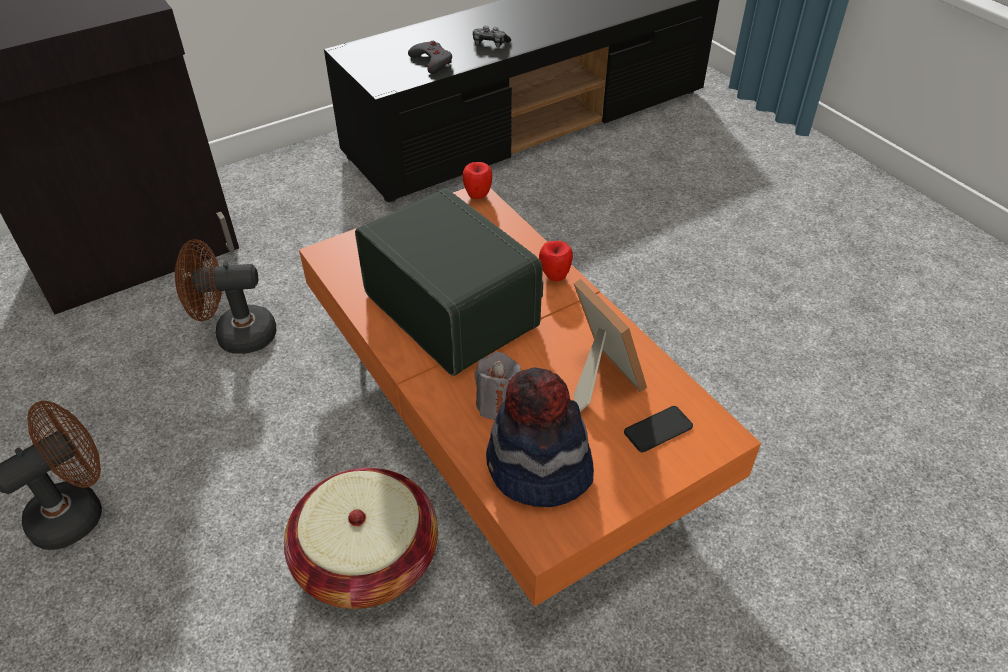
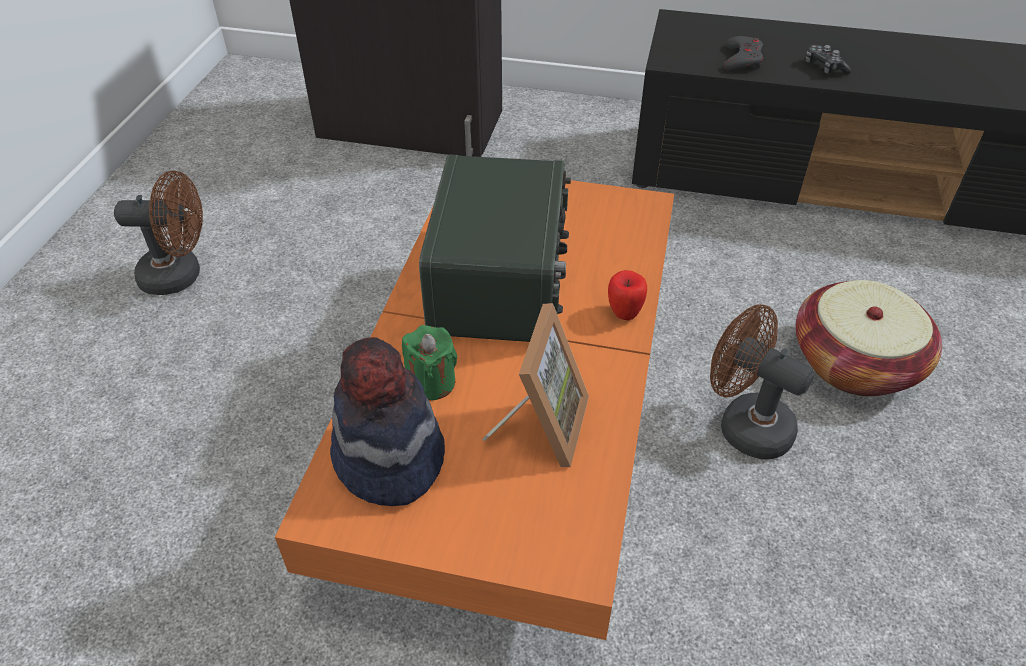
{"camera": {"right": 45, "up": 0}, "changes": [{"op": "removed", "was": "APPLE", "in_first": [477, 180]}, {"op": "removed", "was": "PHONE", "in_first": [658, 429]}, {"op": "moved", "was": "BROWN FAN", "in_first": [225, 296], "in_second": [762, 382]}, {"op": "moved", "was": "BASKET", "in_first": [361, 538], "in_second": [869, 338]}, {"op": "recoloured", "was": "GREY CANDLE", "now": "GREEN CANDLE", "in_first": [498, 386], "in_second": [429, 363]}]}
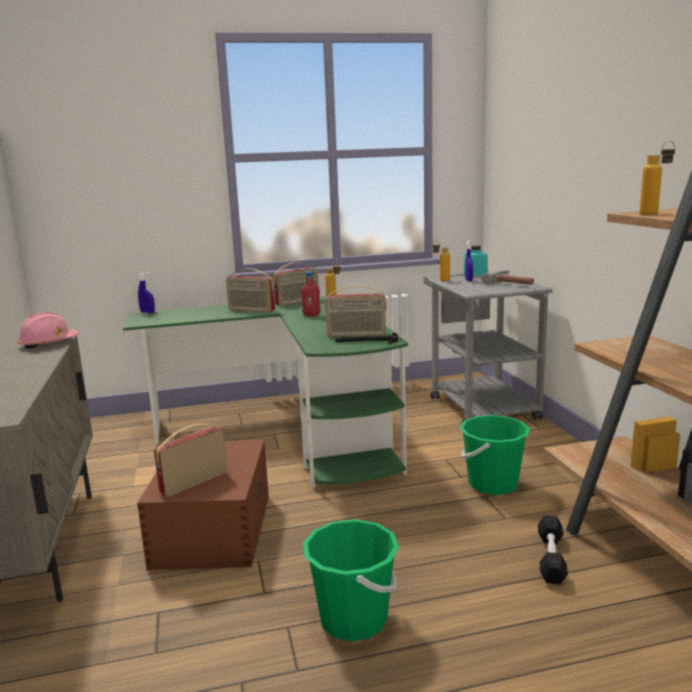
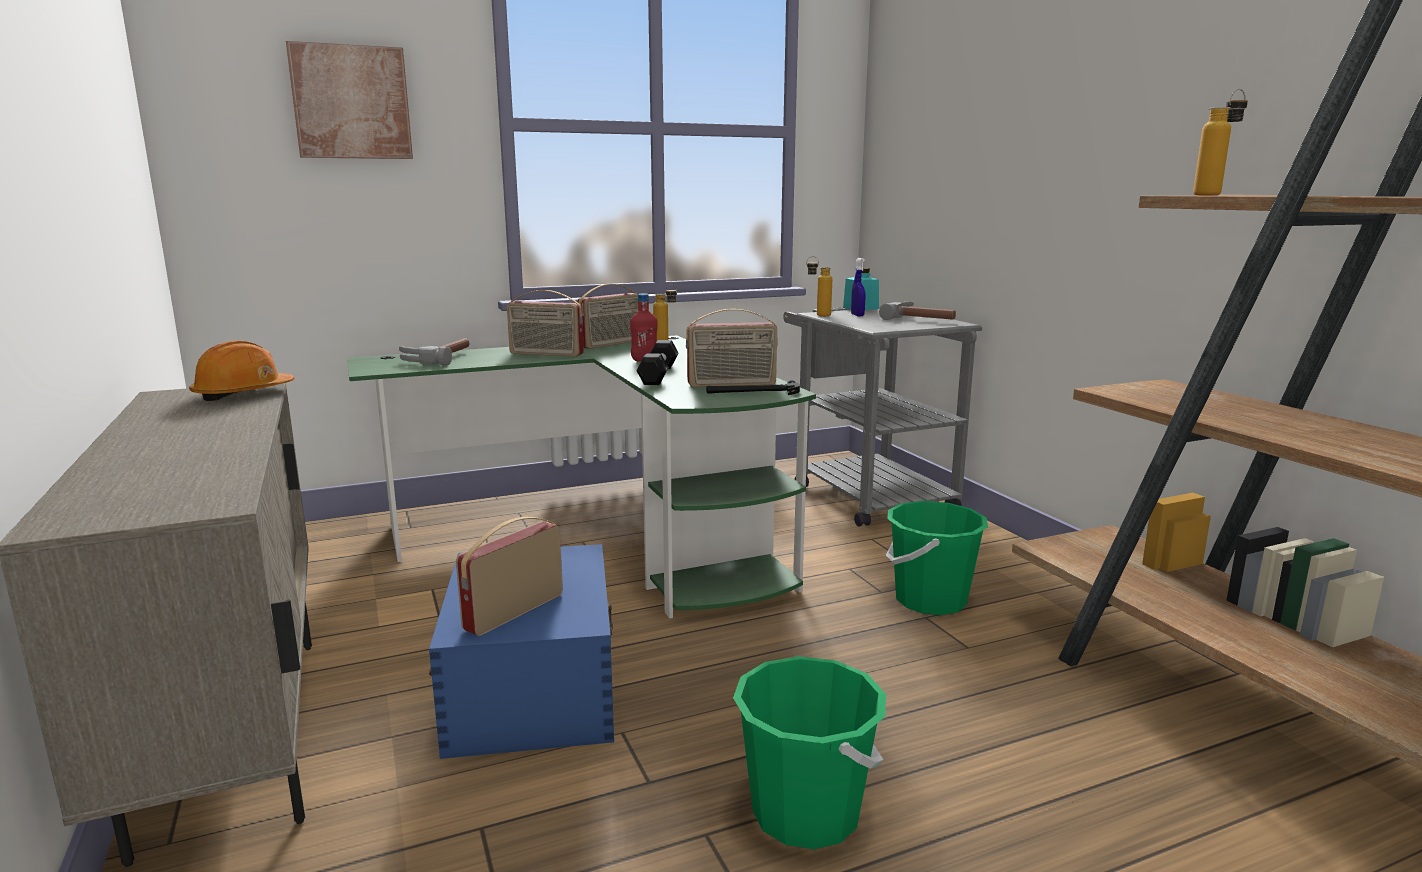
{"camera": {"right": -10, "up": 0}, "changes": [{"op": "removed", "was": "BLUE SPRAY BOTTLE", "in_first": [146, 292]}, {"op": "added", "now": "PICTURE", "in_second": [349, 100]}, {"op": "added", "now": "HAMMER", "in_second": [434, 351]}, {"op": "moved", "was": "BLACK DUMBBELL", "in_first": [553, 550], "in_second": [657, 362]}, {"op": "recoloured", "was": "PINK HARD HAT", "now": "ORANGE HARD HAT", "in_first": [48, 330], "in_second": [242, 370]}, {"op": "recoloured", "was": "BROWN STORAGE BOX", "now": "BLUE STORAGE BOX", "in_first": [203, 505], "in_second": [521, 651]}]}
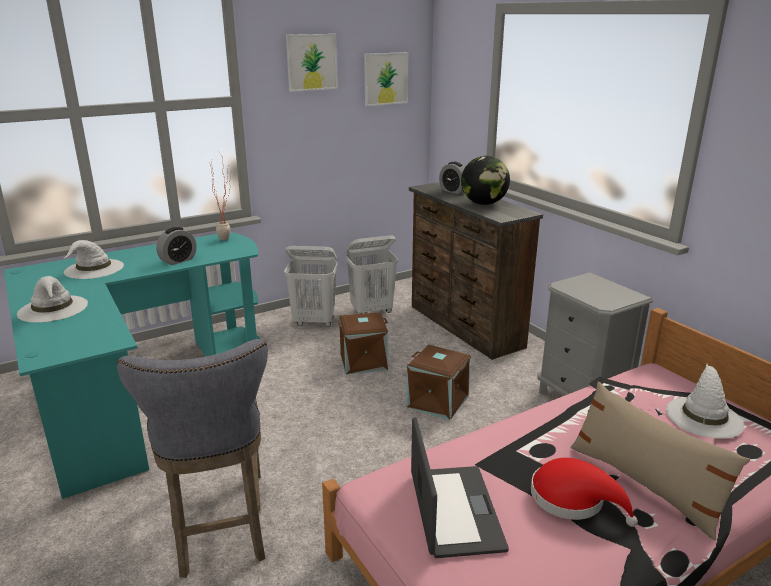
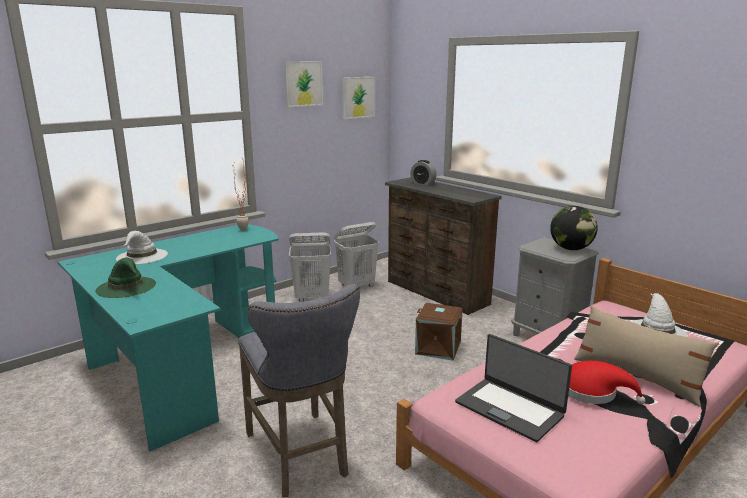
{"camera": {"right": -10, "up": -5}, "changes": [{"op": "removed", "was": "ALARM CLOCK", "in_first": [176, 246]}, {"op": "removed", "was": "BROWN STORAGE BOX", "in_first": [363, 343]}, {"op": "moved", "was": "GLOBE", "in_first": [485, 180], "in_second": [574, 228]}, {"op": "recoloured", "was": "WHITE HAT", "now": "GREEN HAT", "in_first": [52, 299], "in_second": [125, 277]}, {"op": "turned", "was": "LAPTOP", "in_first": [460, 487], "in_second": [513, 388], "clockwise": 150}]}
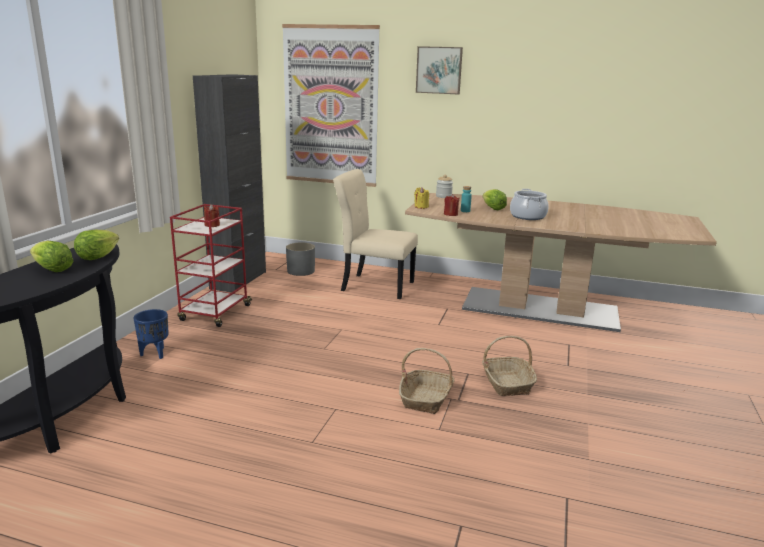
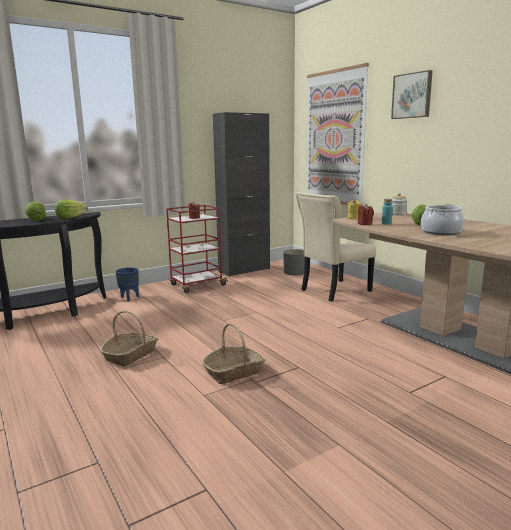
{"camera": {"right": 40, "up": -5}, "changes": [{"op": "moved", "was": "BASKET", "in_first": [509, 366], "in_second": [129, 338]}, {"op": "turned", "was": "BEIGE CHAIR", "in_first": [375, 234], "in_second": [336, 247], "clockwise": -90}]}
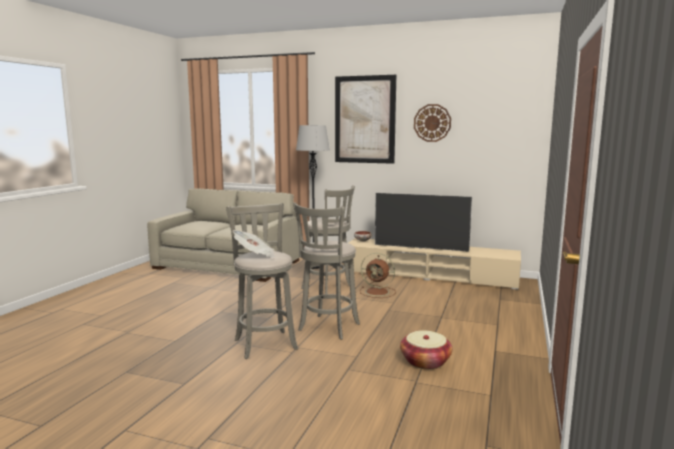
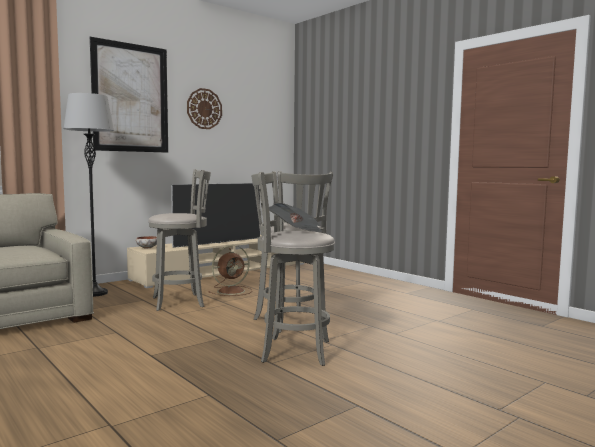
{"camera": {"right": -60, "up": -5}, "changes": [{"op": "removed", "was": "BASKET", "in_first": [426, 350]}]}
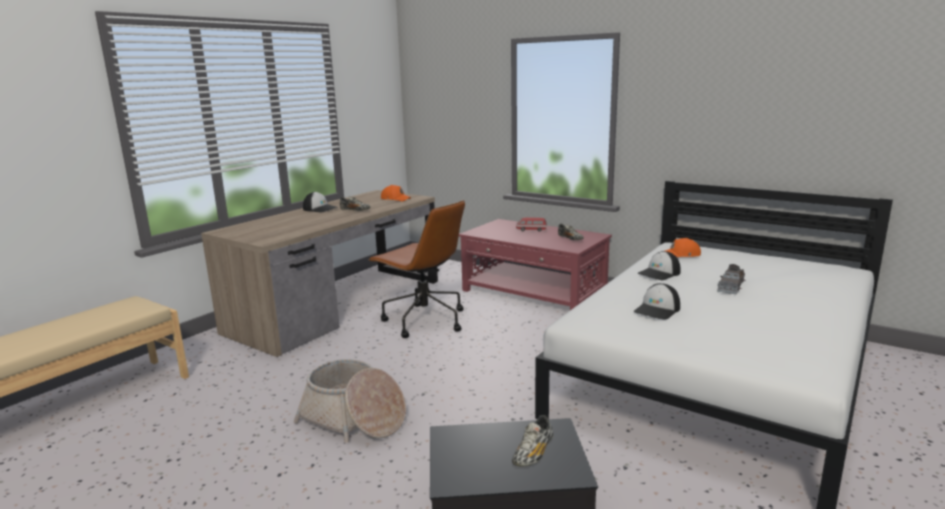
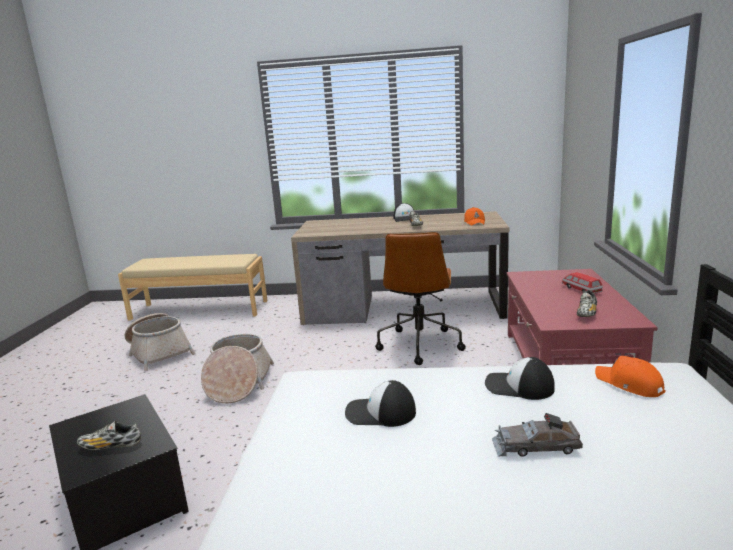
{"camera": {"right": 60, "up": 0}, "changes": [{"op": "added", "now": "BASKET", "in_second": [160, 342]}]}
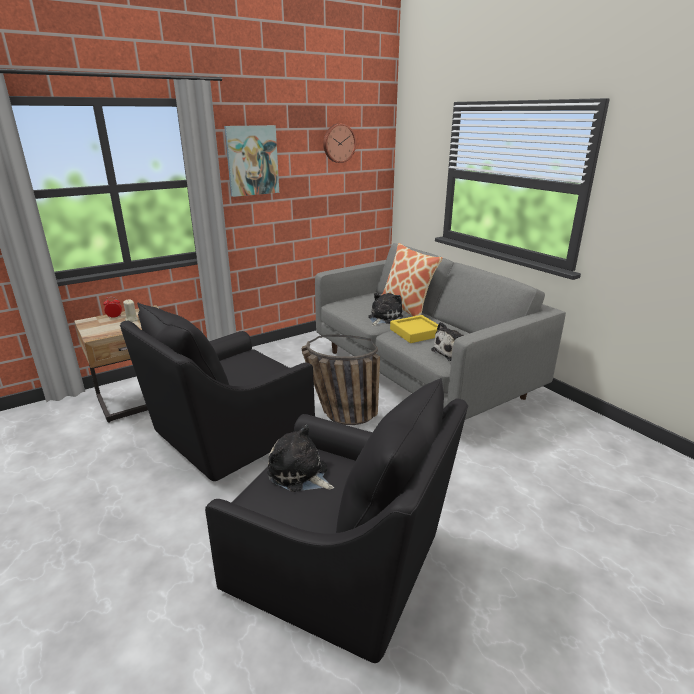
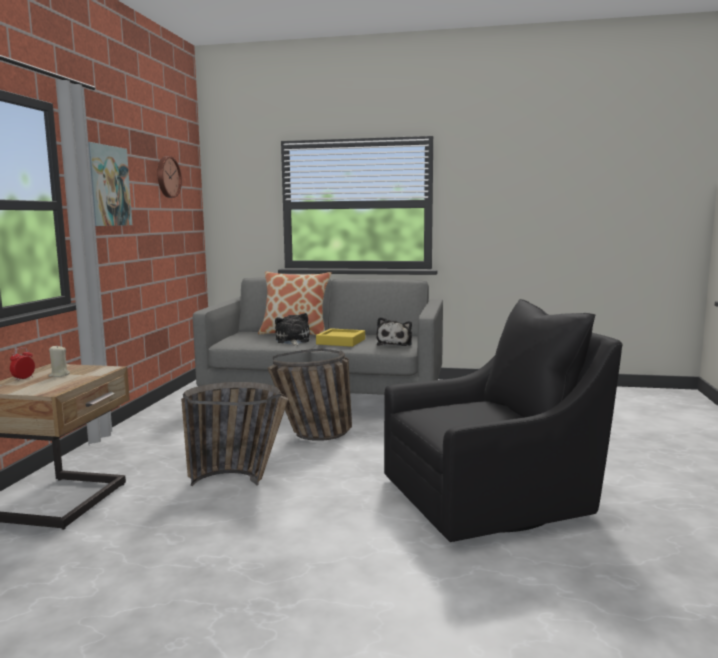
{"camera": {"right": -45, "up": -15}, "changes": [{"op": "removed", "was": "PLUSH TOY", "in_first": [300, 458]}, {"op": "replaced", "was": "BLACK ARMCHAIR", "now": "BASKET", "in_first": [217, 392], "in_second": [234, 434]}]}
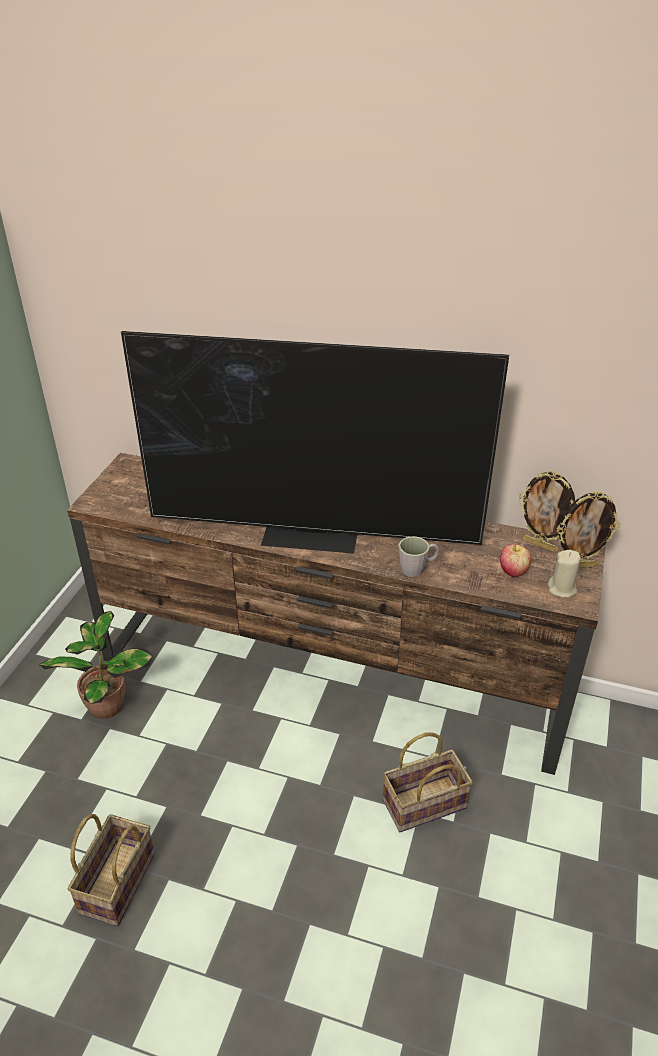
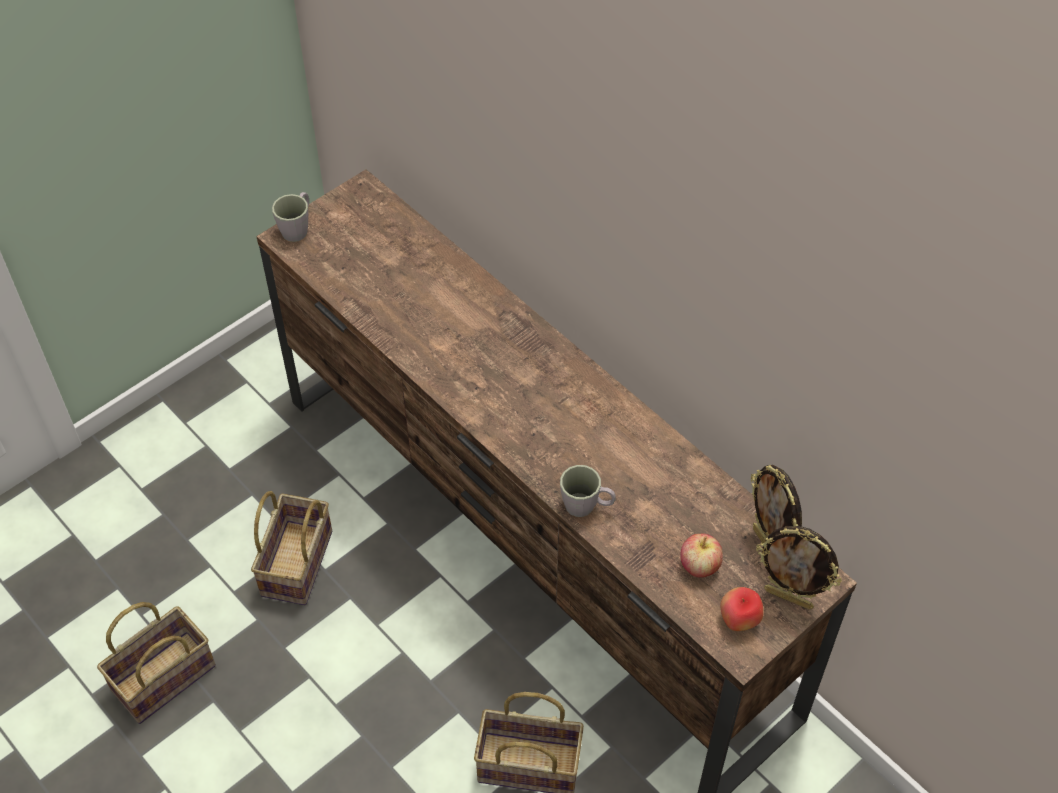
{"camera": {"right": 30, "up": 15}, "changes": [{"op": "removed", "was": "POTTED PLANT", "in_first": [96, 665]}, {"op": "removed", "was": "TELEVISION", "in_first": [315, 442]}, {"op": "added", "now": "BASKET", "in_second": [291, 548]}, {"op": "added", "now": "GREY MUG", "in_second": [290, 217]}, {"op": "replaced", "was": "BEIGE CANDLE", "now": "APPLE", "in_first": [564, 574], "in_second": [742, 609]}]}
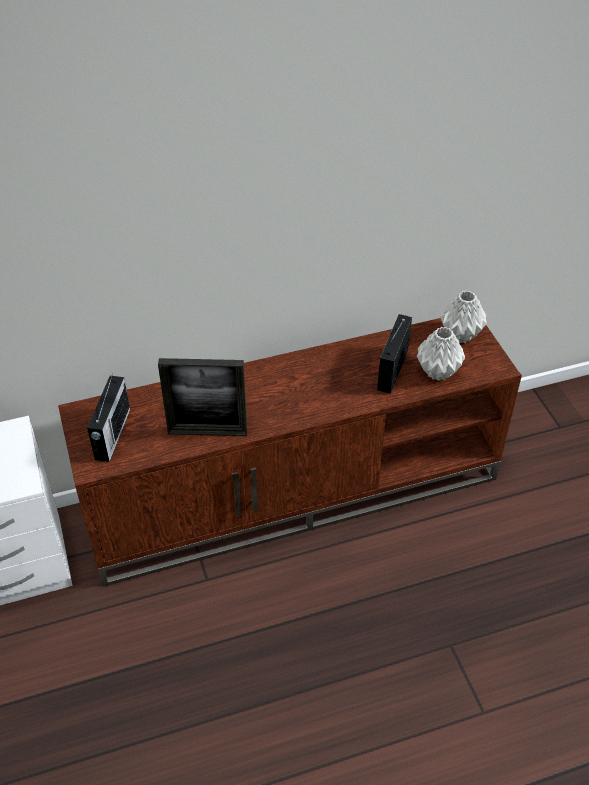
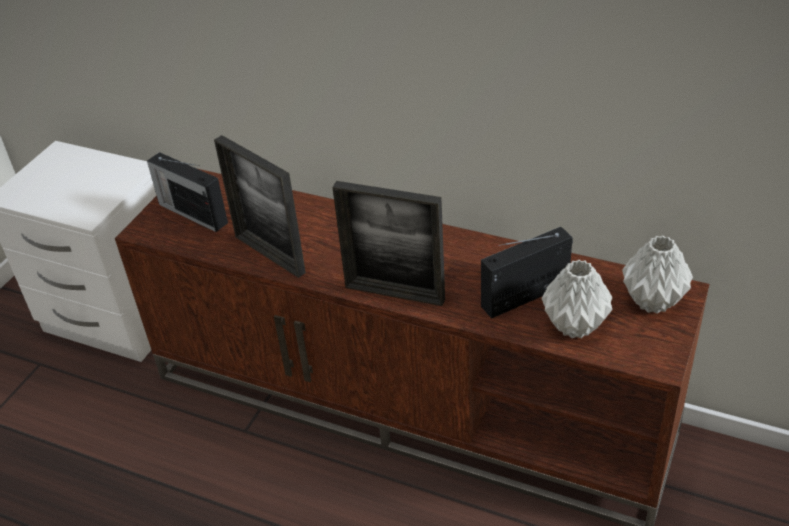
{"camera": {"right": 45, "up": -5}, "changes": [{"op": "added", "now": "PICTURE FRAME", "in_second": [388, 243]}, {"op": "turned", "was": "RADIO", "in_first": [108, 417], "in_second": [187, 192], "clockwise": 75}]}
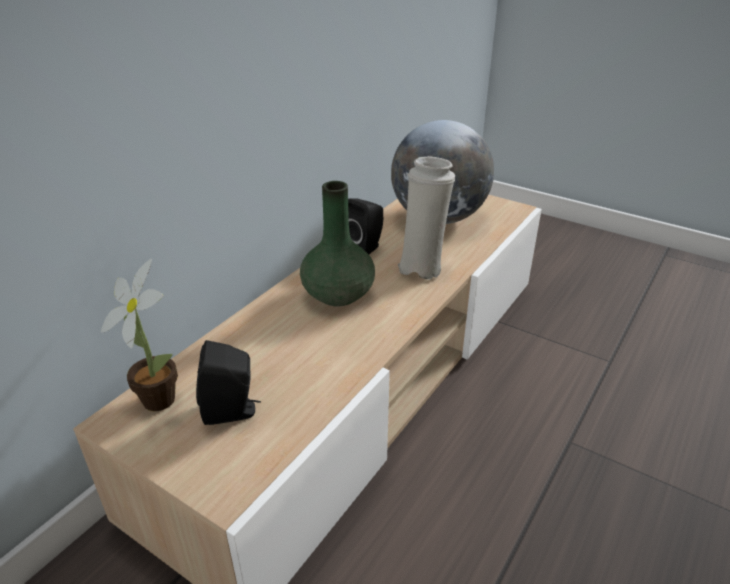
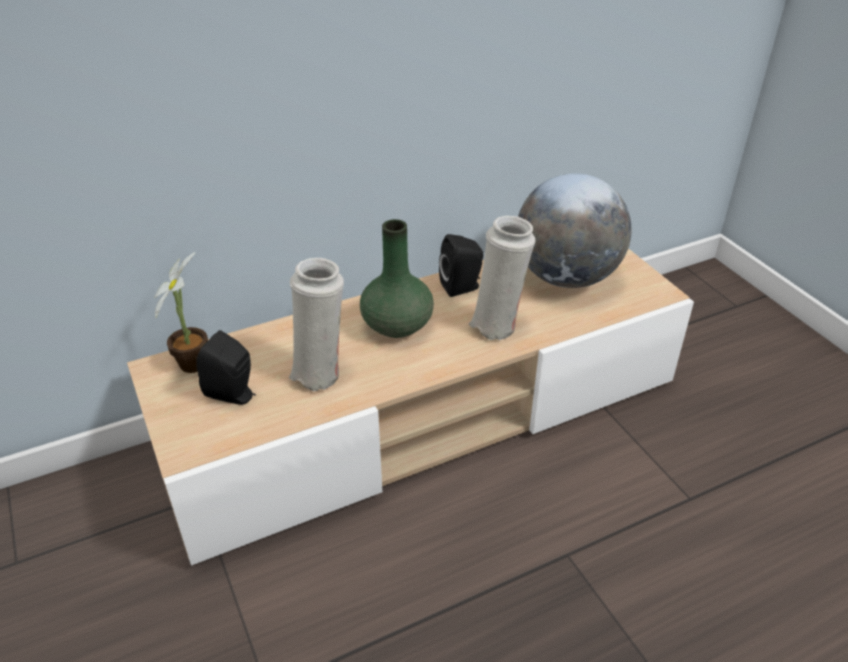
{"camera": {"right": 30, "up": 5}, "changes": [{"op": "added", "now": "WHITE VASE", "in_second": [316, 324]}]}
